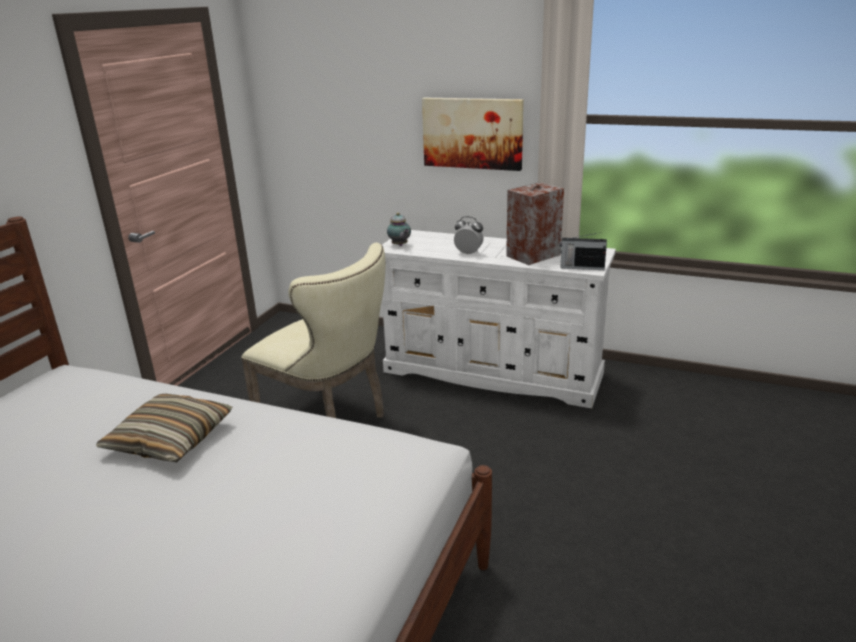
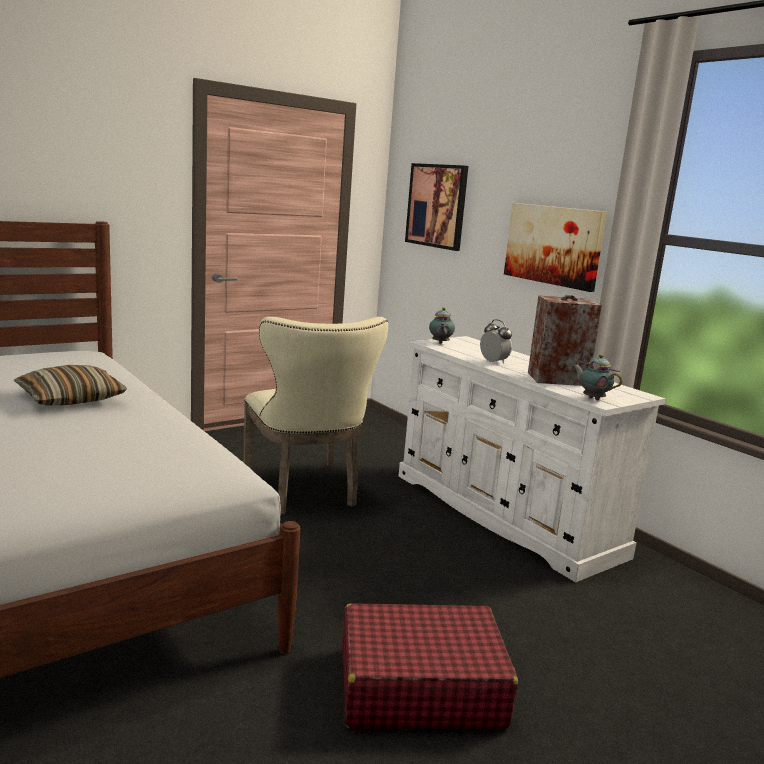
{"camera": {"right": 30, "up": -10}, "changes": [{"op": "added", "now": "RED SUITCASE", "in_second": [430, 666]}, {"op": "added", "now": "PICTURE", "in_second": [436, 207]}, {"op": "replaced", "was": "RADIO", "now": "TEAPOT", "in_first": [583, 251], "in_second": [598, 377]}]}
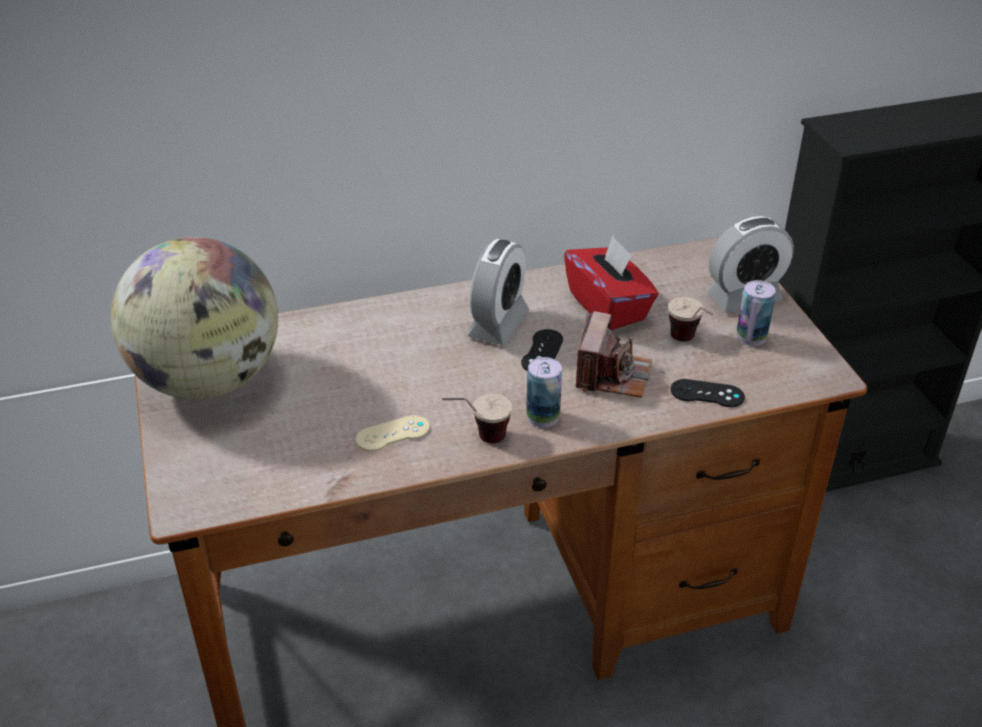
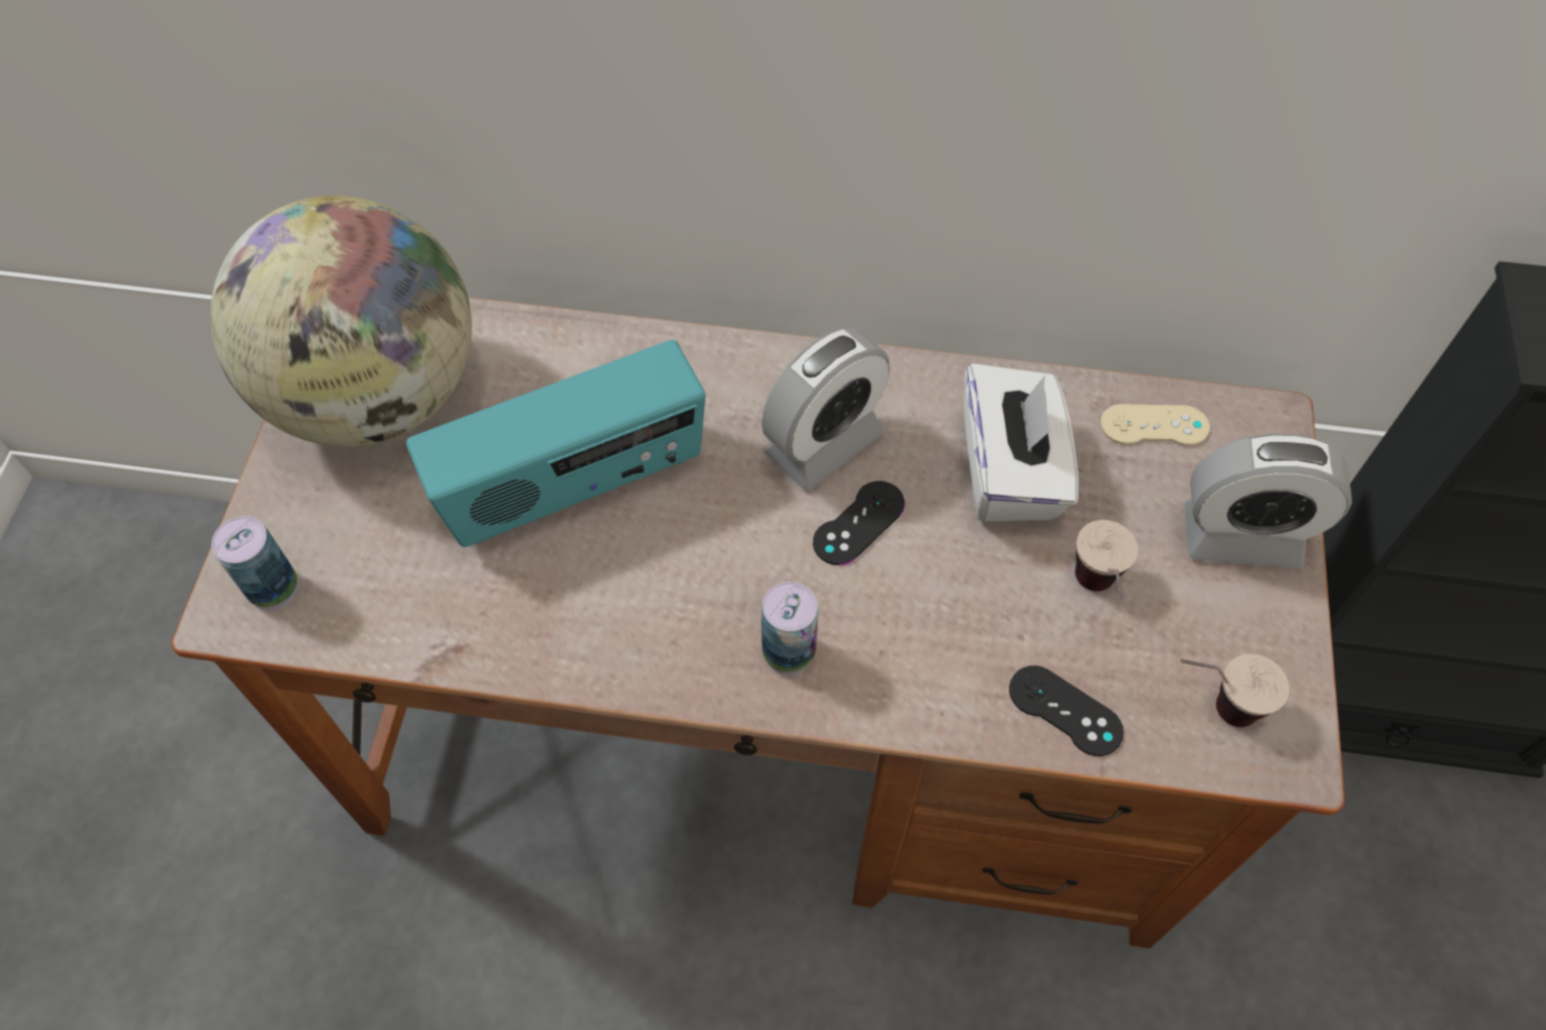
{"camera": {"right": 25, "up": 20}, "changes": [{"op": "removed", "was": "PHOTO CAMERA", "in_first": [613, 354]}, {"op": "added", "now": "RADIO", "in_second": [556, 443]}, {"op": "moved", "was": "BEIGE GAME CONTROLLER", "in_first": [393, 433], "in_second": [1155, 425]}, {"op": "moved", "was": "CUP", "in_first": [477, 419], "in_second": [1235, 690]}, {"op": "moved", "was": "CAN", "in_first": [756, 313], "in_second": [255, 563]}, {"op": "recoloured", "was": "RED TISSUE BOX", "now": "WHITE TISSUE BOX", "in_first": [611, 283], "in_second": [1021, 442]}]}
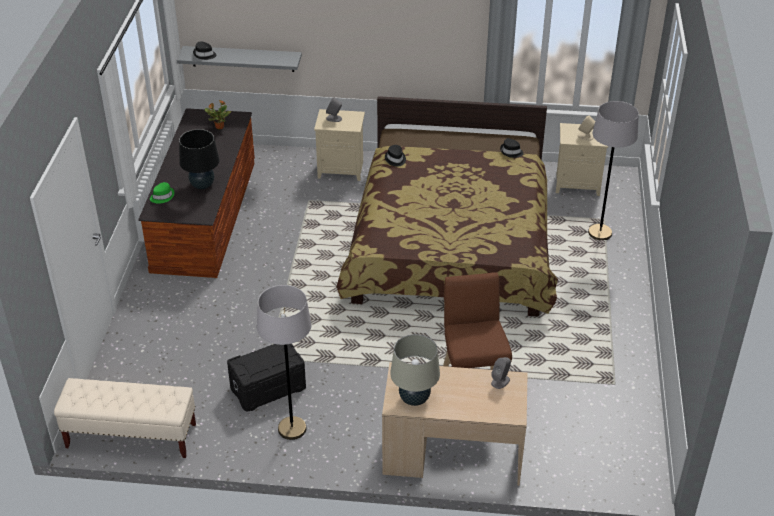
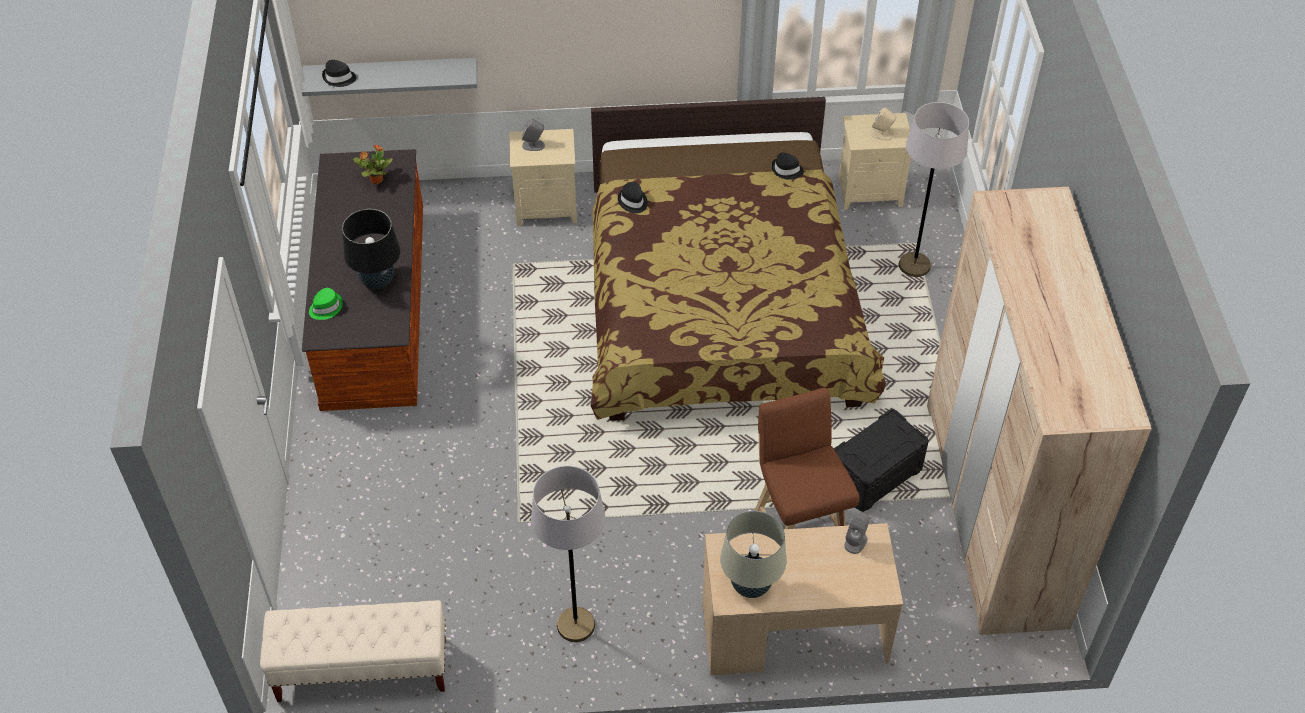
{"camera": {"right": -10, "up": 10}, "changes": [{"op": "added", "now": "BEIGE WARDROBE", "in_second": [1039, 411]}, {"op": "moved", "was": "BLACK STORAGE BOX", "in_first": [266, 378], "in_second": [881, 460]}]}
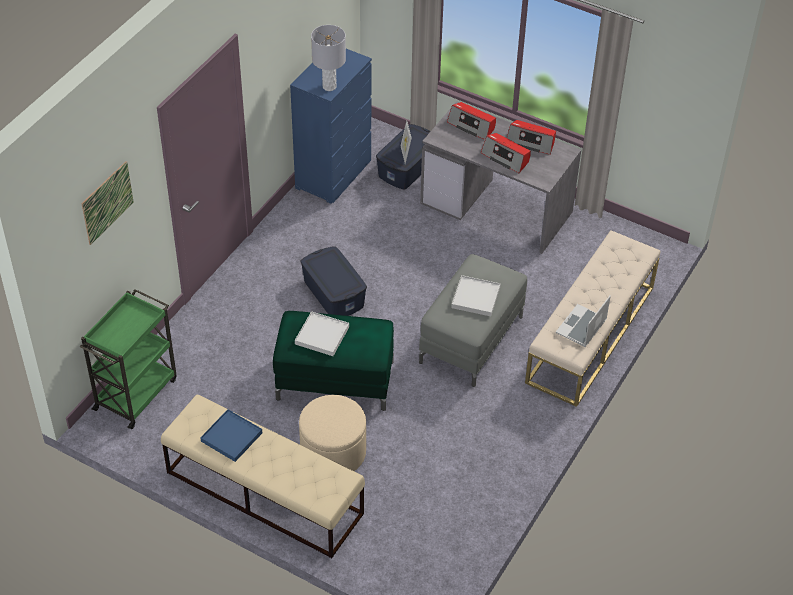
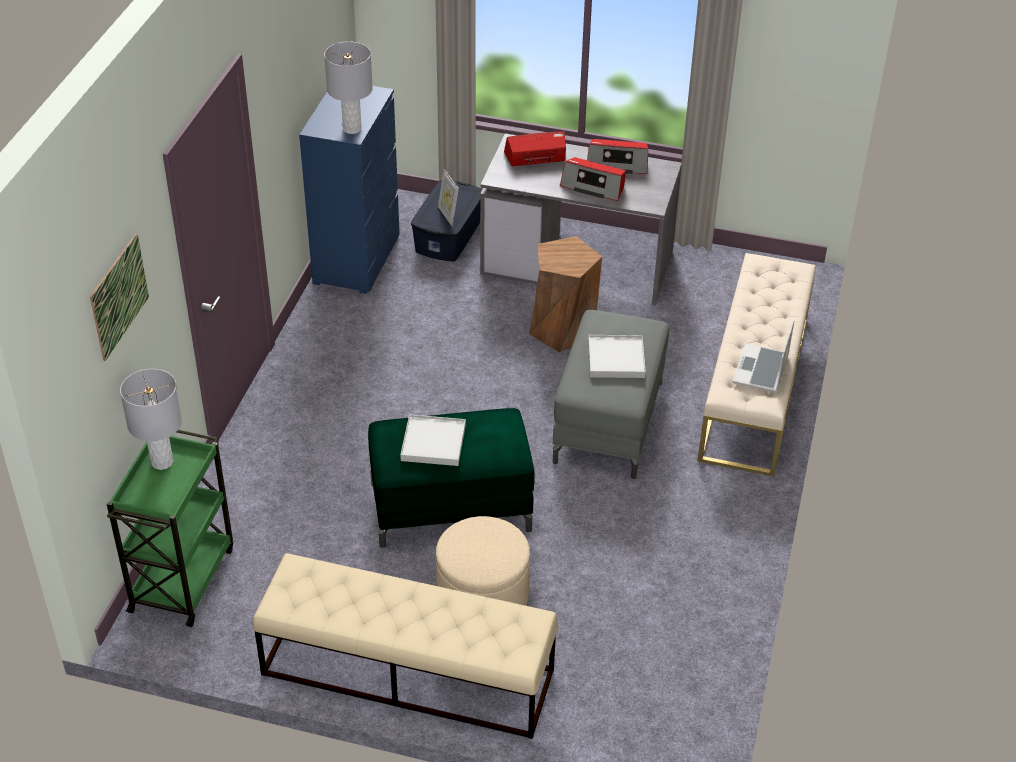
{"camera": {"right": -15, "up": -5}, "changes": [{"op": "removed", "was": "BLUE TRAY", "in_first": [231, 435]}, {"op": "removed", "was": "BLUE STORAGE BOX", "in_first": [333, 281]}, {"op": "added", "now": "GREY TABLE LAMP", "in_second": [151, 419]}, {"op": "added", "now": "BROWN STOOL", "in_second": [566, 294]}, {"op": "turned", "was": "RADIO", "in_first": [471, 121], "in_second": [535, 148], "clockwise": 150}]}
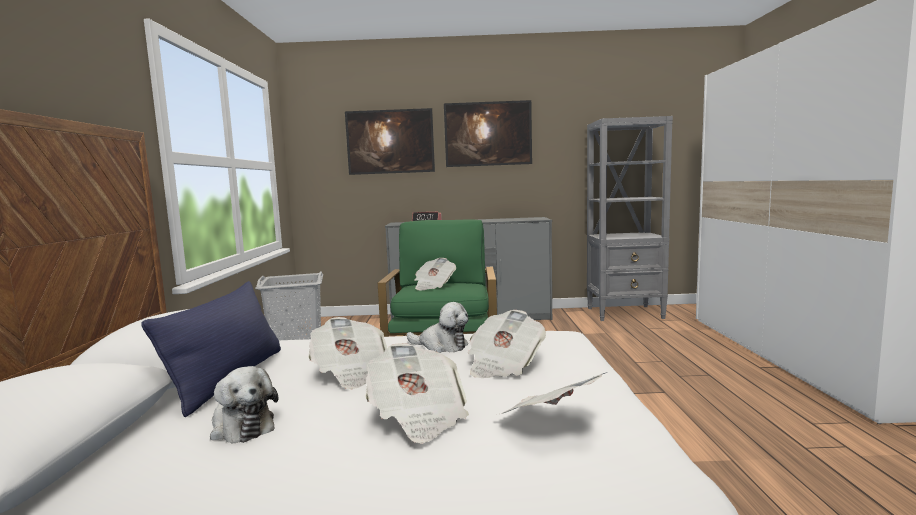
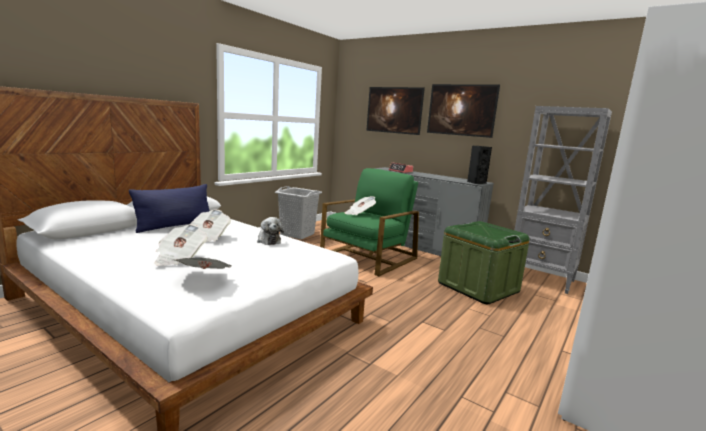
{"camera": {"right": 35, "up": 5}, "changes": [{"op": "removed", "was": "PLUSH TOY", "in_first": [244, 404]}, {"op": "removed", "was": "NEWSPAPER", "in_first": [507, 344]}, {"op": "added", "now": "GREEN STORAGE BOX", "in_second": [484, 262]}, {"op": "added", "now": "BLACK SPEAKER", "in_second": [479, 165]}]}
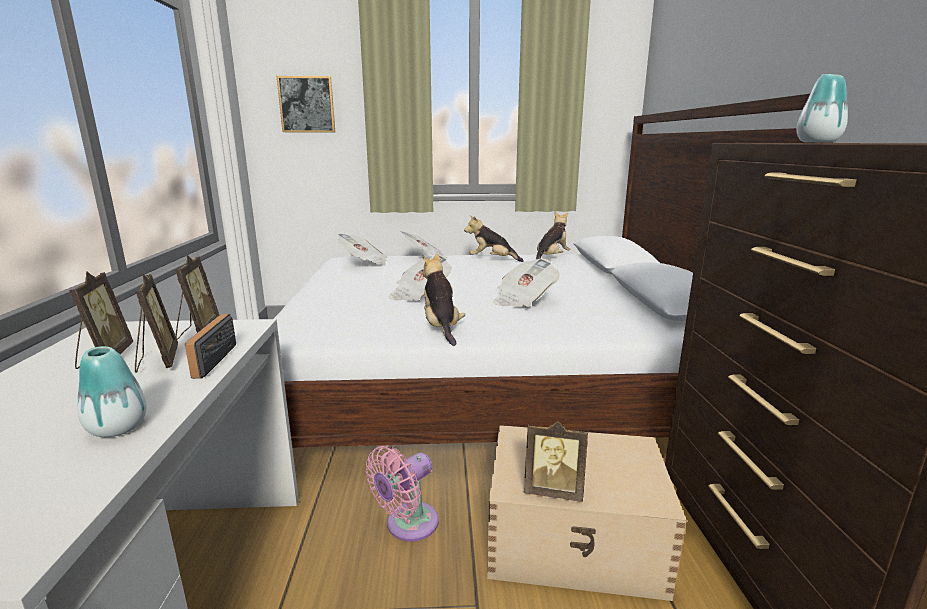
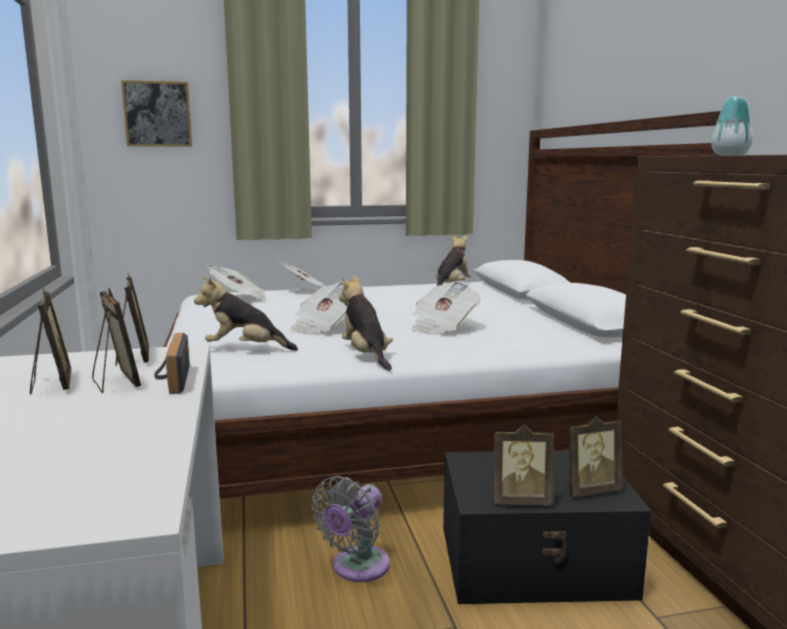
{"camera": {"right": -10, "up": -5}, "changes": [{"op": "removed", "was": "VASE", "in_first": [112, 391]}, {"op": "added", "now": "PICTURE FRAME", "in_second": [593, 456]}, {"op": "moved", "was": "PLUSH TOY", "in_first": [494, 238], "in_second": [246, 313]}, {"op": "recoloured", "was": "PINK FAN", "now": "GREY FAN", "in_first": [402, 494], "in_second": [350, 529]}, {"op": "recoloured", "was": "BEIGE STORAGE BOX", "now": "BLACK STORAGE BOX", "in_first": [587, 513], "in_second": [547, 527]}]}
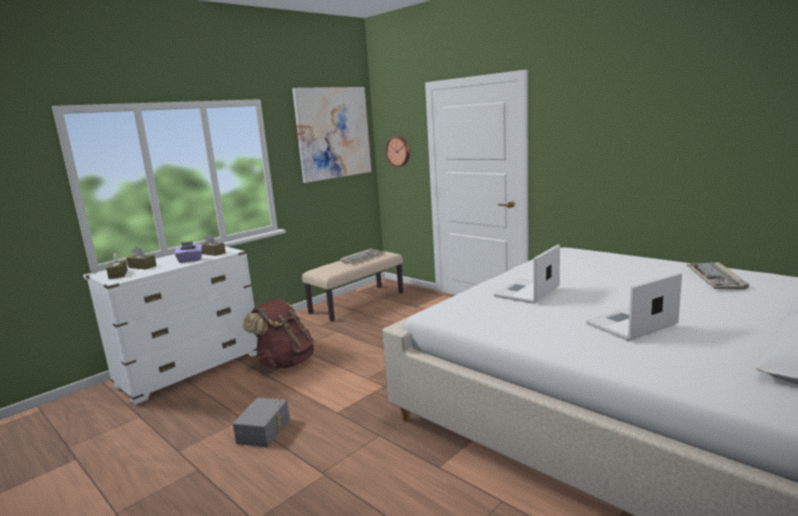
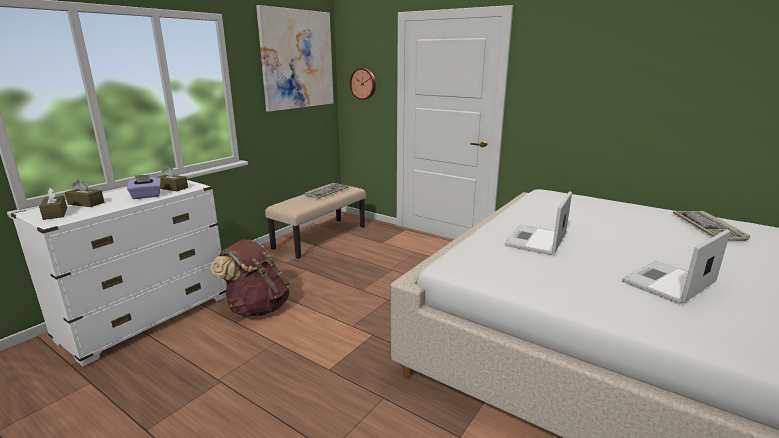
{"camera": {"right": -10, "up": 5}, "changes": [{"op": "removed", "was": "GREY STORAGE BOX", "in_first": [261, 422]}]}
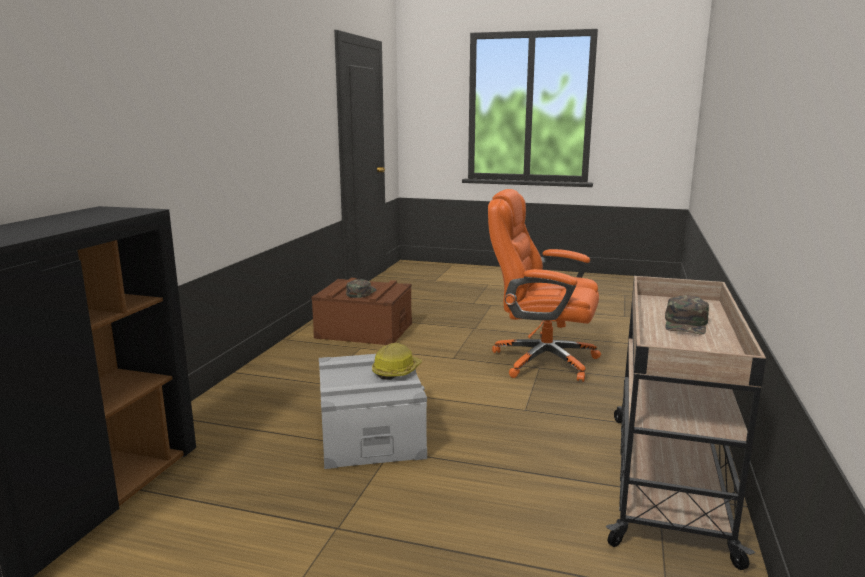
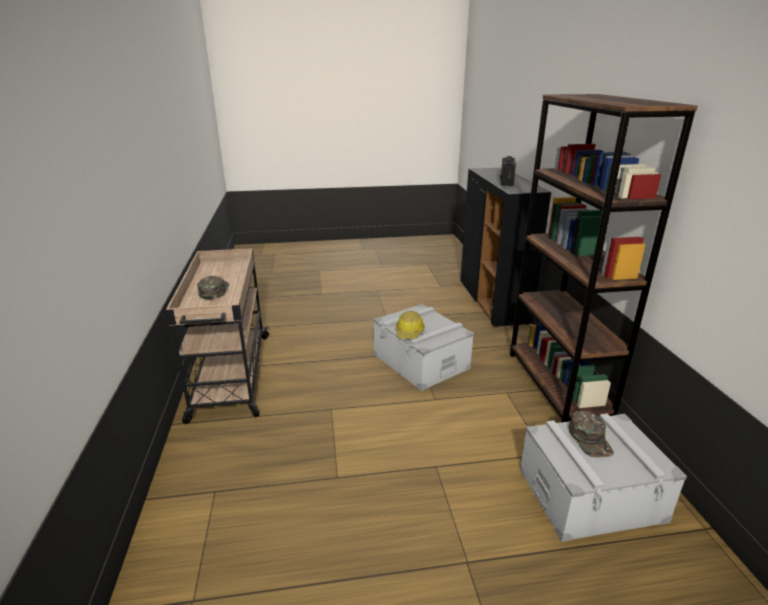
{"camera": {"right": 155, "up": 10}, "changes": [{"op": "removed", "was": "ORANGE OFFICE CHAIR", "in_first": [544, 285]}, {"op": "added", "now": "RADIO", "in_second": [508, 171]}, {"op": "added", "now": "BROWN BOOKCASE", "in_second": [604, 258]}, {"op": "recoloured", "was": "BROWN STORAGE BOX", "now": "GREY STORAGE BOX", "in_first": [361, 311], "in_second": [603, 478]}]}
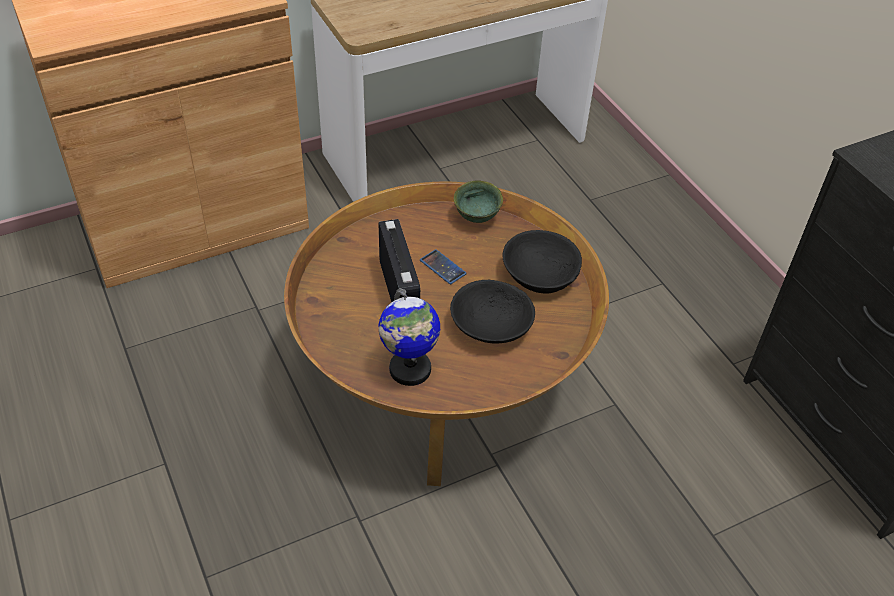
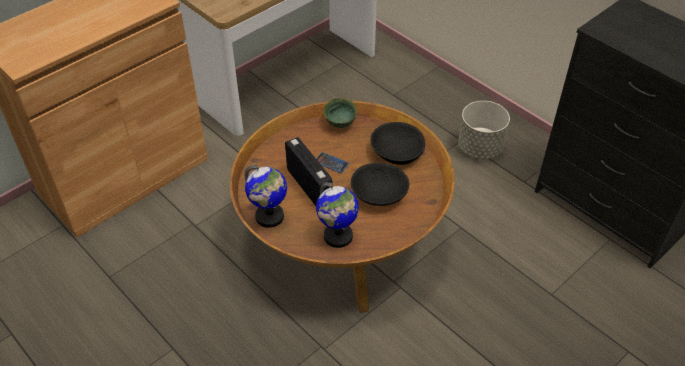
{"camera": {"right": -15, "up": 0}, "changes": [{"op": "added", "now": "GLOBE", "in_second": [266, 196]}, {"op": "added", "now": "GREY PLANTER", "in_second": [484, 130]}]}
